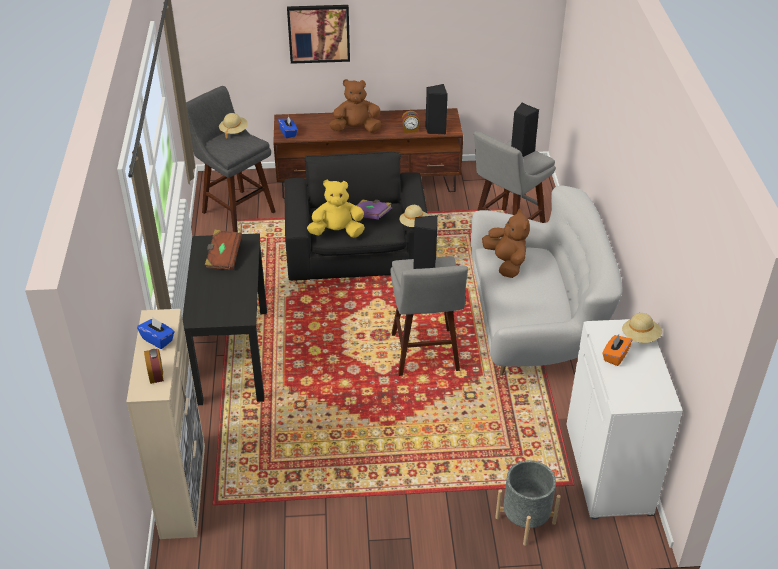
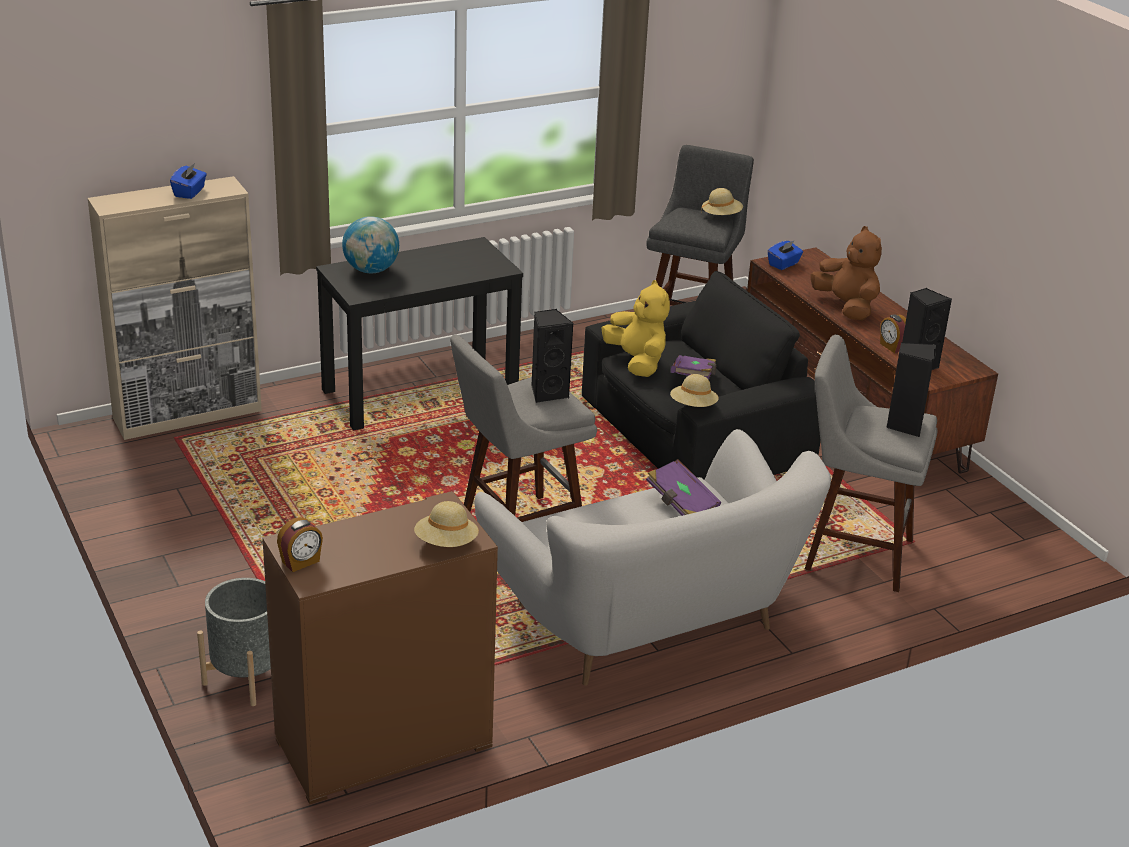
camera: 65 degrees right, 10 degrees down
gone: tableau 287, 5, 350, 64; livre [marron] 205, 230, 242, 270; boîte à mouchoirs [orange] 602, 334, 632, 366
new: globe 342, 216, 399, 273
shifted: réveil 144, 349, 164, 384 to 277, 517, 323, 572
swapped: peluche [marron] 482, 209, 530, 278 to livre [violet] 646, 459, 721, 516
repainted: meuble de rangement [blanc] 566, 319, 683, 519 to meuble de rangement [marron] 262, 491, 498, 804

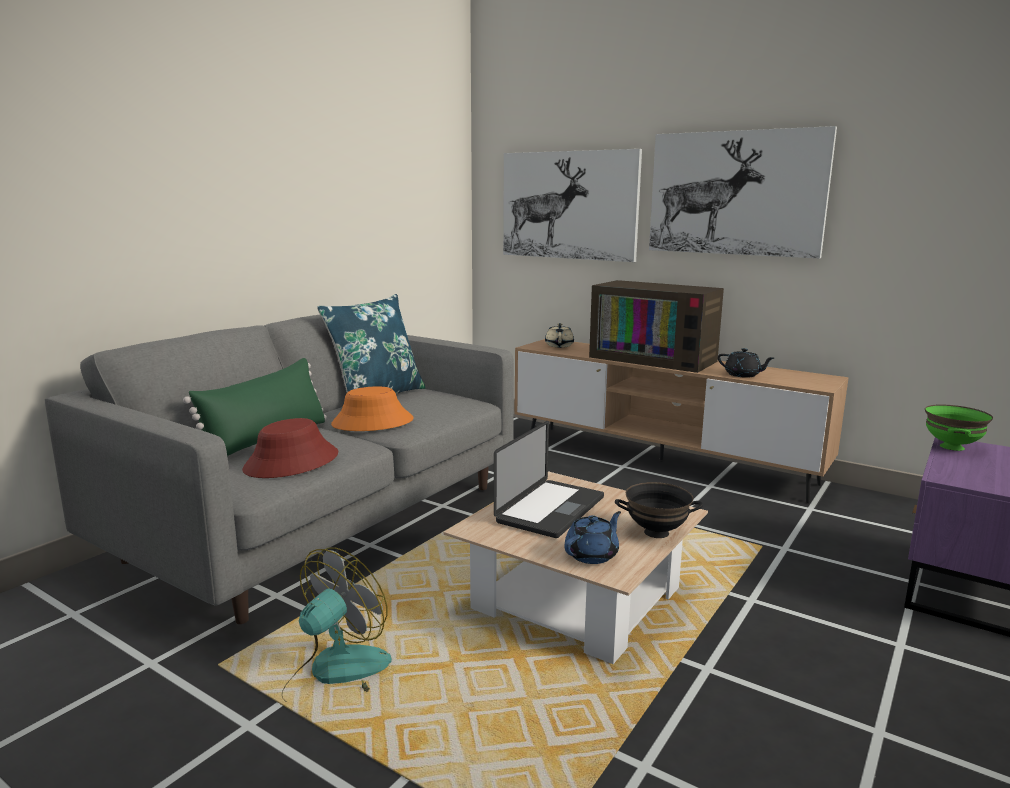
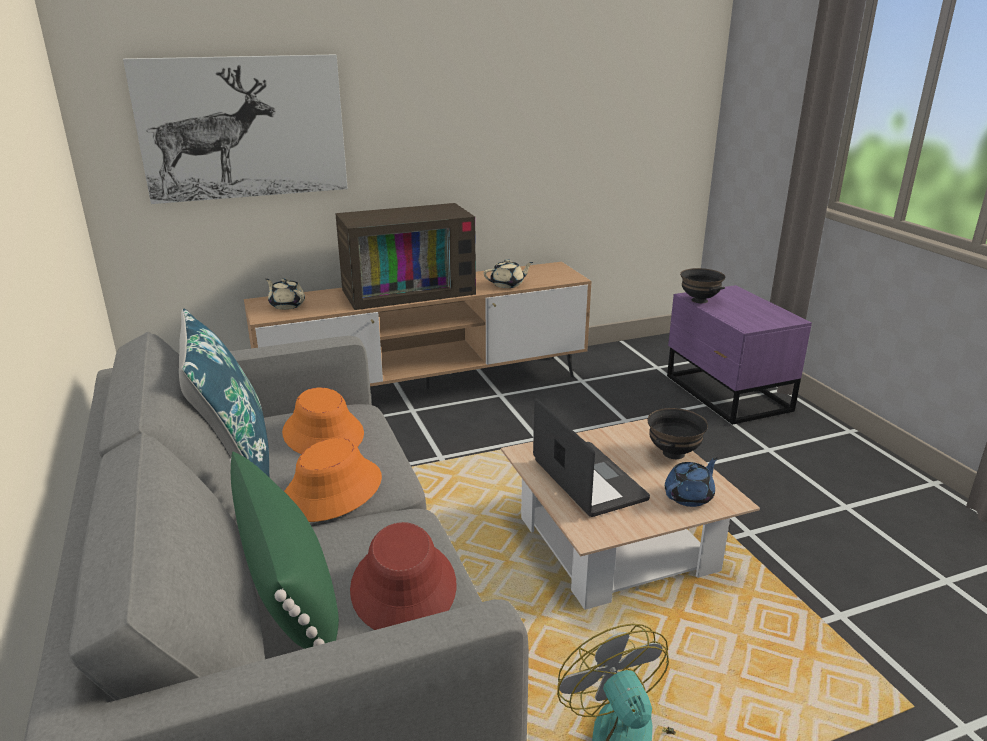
camera: 55 degrees left, 10 degrees up
gone: tableau 649, 126, 837, 258
new: chapeau [orange] 282, 387, 364, 454
repainted: théière [noir] 718, 348, 774, 378 to théière [beige] 484, 259, 533, 288; bol [vert] 925, 405, 993, 451 to bol [noir] 680, 268, 725, 303
rotated: théière [bleu] 564, 511, 621, 564 = 665, 457, 718, 507 60 degrees clockwise

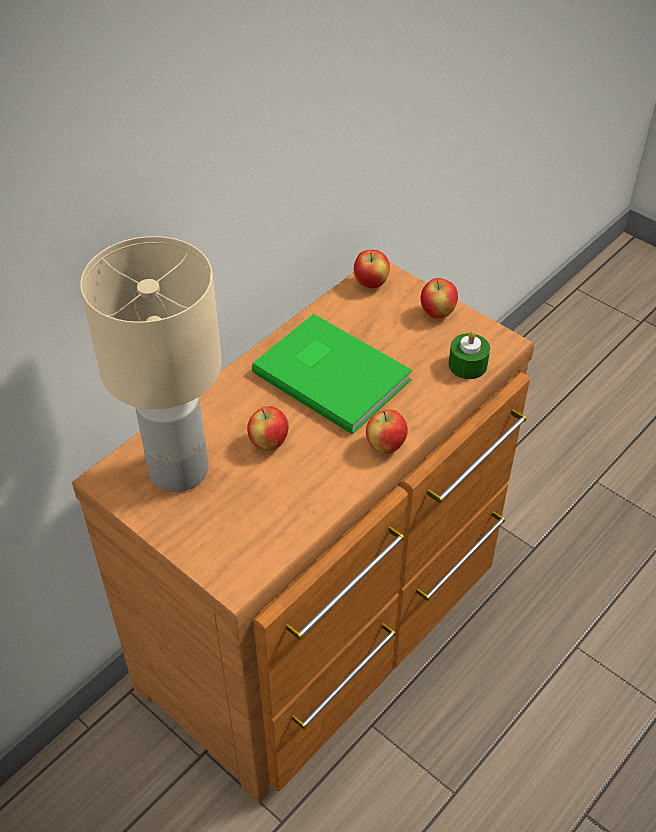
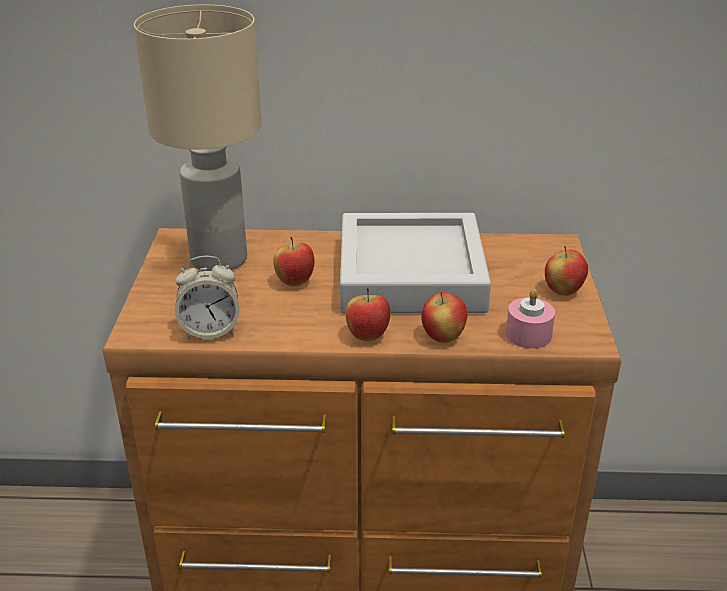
camera: 50 degrees right, 15 degrees down
new: réveil 175, 256, 239, 339
shifted: pomme 354, 250, 390, 289 to 421, 292, 467, 343
swapped: livre [vert] 252, 314, 412, 434 to plateau [gris] 340, 213, 491, 313
repainted: bougie [vert] 449, 331, 490, 379 to bougie [rose] 506, 289, 555, 349

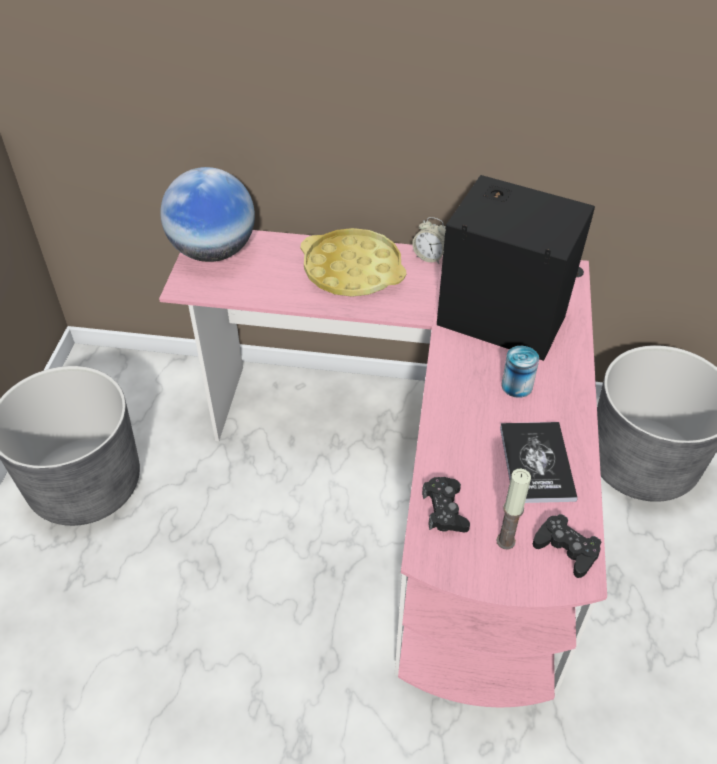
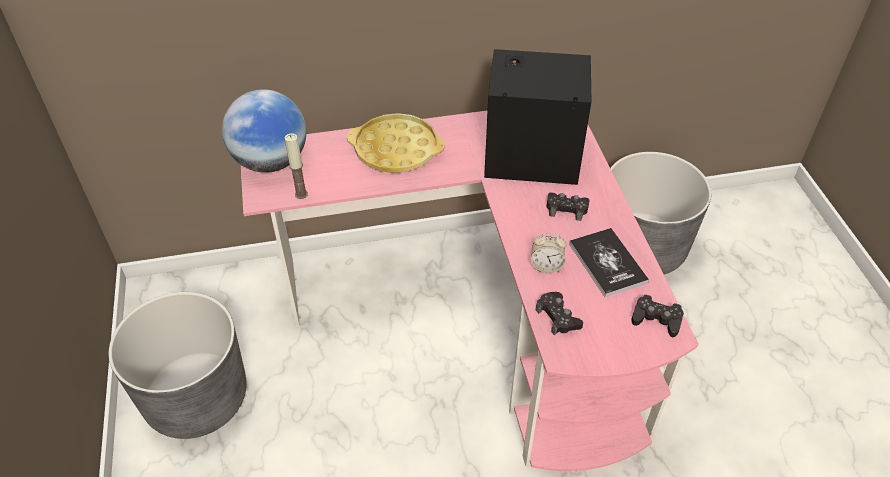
camera: 20 degrees left, 0 degrees up
shifted: réveil 412, 217, 446, 264 to 531, 232, 566, 273; bougie 496, 469, 531, 550 to 285, 133, 308, 199
swapped: boîte métallique 501, 346, 539, 398 to manette [noir] 546, 192, 590, 221

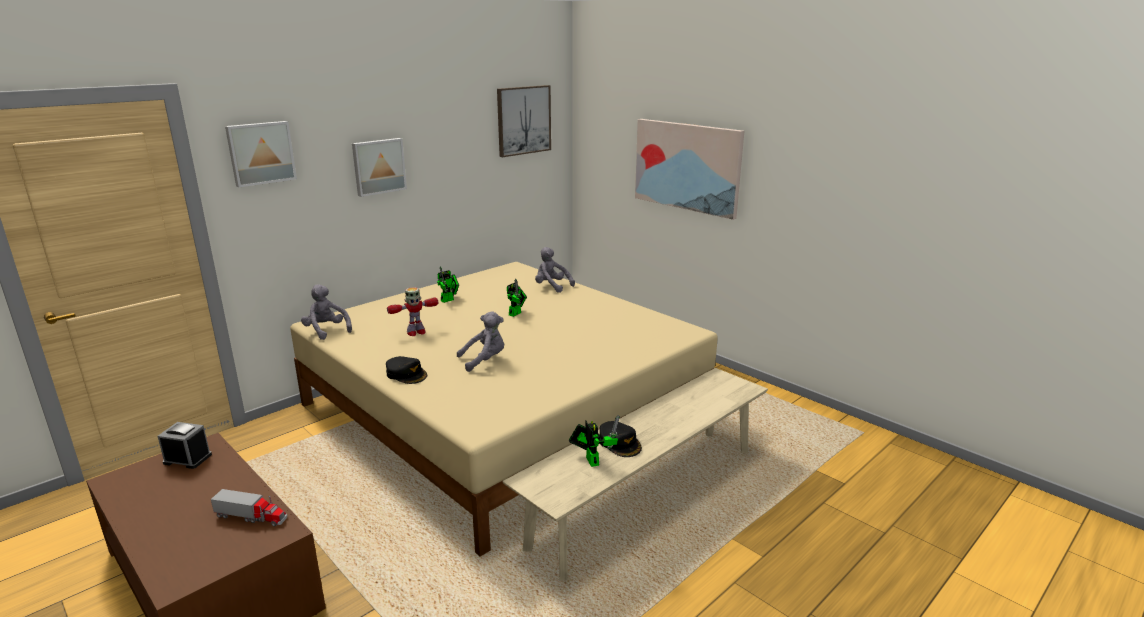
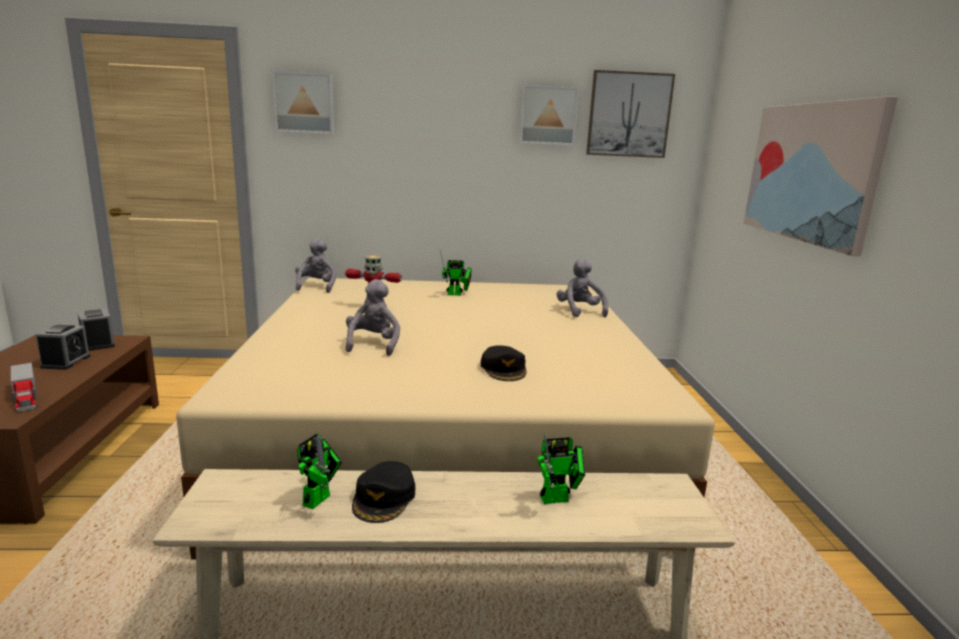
camera: 40 degrees right, 5 degrees down
new: réveil 36, 325, 91, 370
shifted: tableau 352, 138, 407, 197 to 519, 85, 579, 146; robot jouet 507, 279, 527, 317 to 538, 433, 585, 504; casquette [noir] 386, 356, 427, 384 to 481, 345, 526, 381
rotated: peluche [gris] 457, 311, 504, 372 = 346, 279, 400, 356 105 degrees counterclockwise

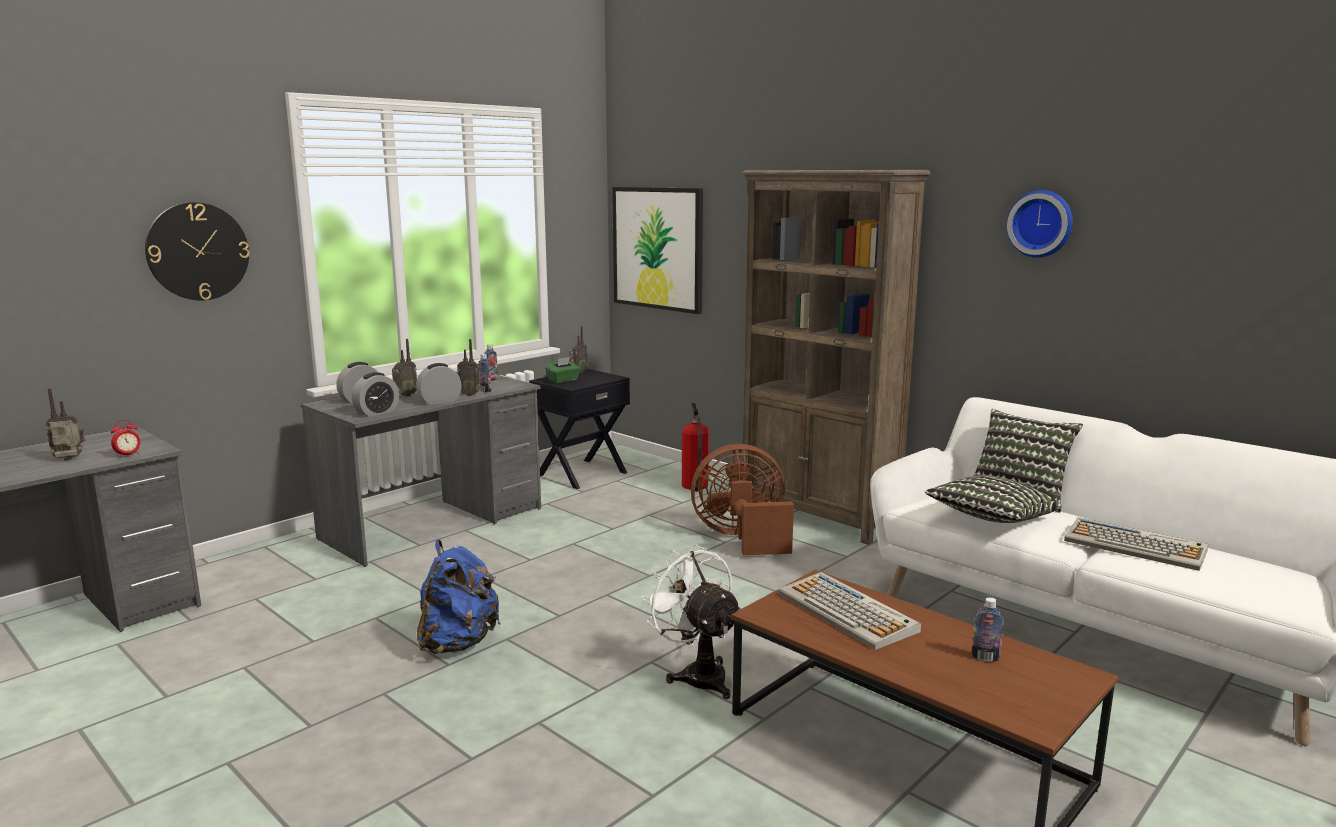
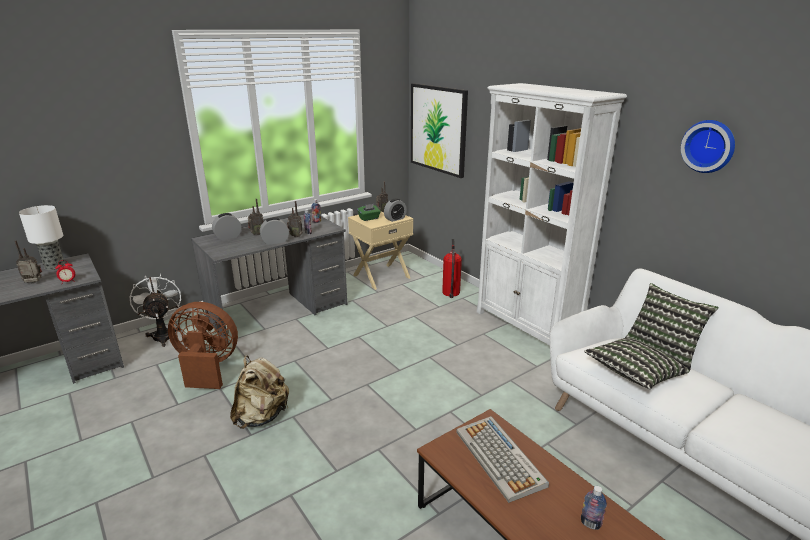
camera: 10 degrees right, 10 degrees up
gone: horloge murale 145, 202, 250, 301; clavier 1064, 517, 1208, 571
new: lampe de table 19, 205, 65, 270
shifted: réveil 352, 372, 399, 417 to 384, 198, 407, 222; ventilateur [marron] 691, 444, 794, 556 to 168, 302, 238, 389; ventilateur [blanc] 641, 544, 741, 699 to 129, 274, 181, 347
repainted: bibliothèque [marron] 742, 170, 930, 545 to bibliothèque [blanc] 477, 83, 627, 345; table de chevet [noir] 529, 369, 630, 489 to table de chevet [beige] 348, 212, 413, 290; sac à dos [bleu] 417, 540, 500, 654 to sac à dos [beige] 230, 355, 289, 429

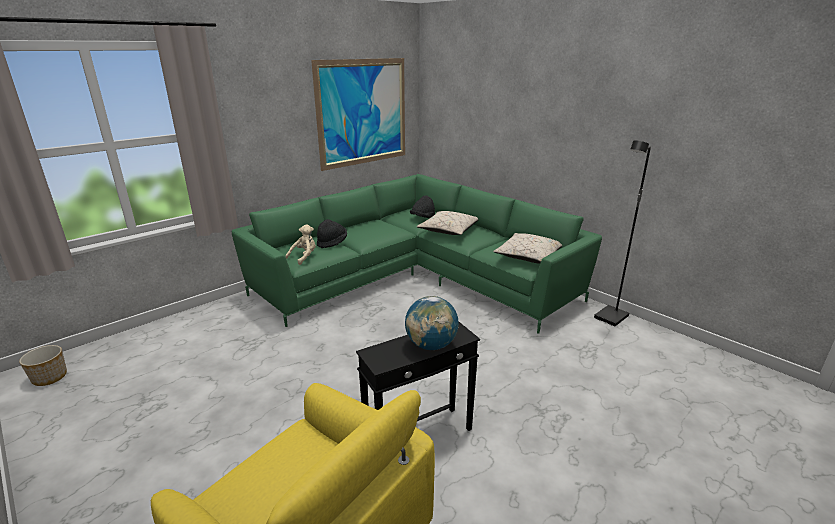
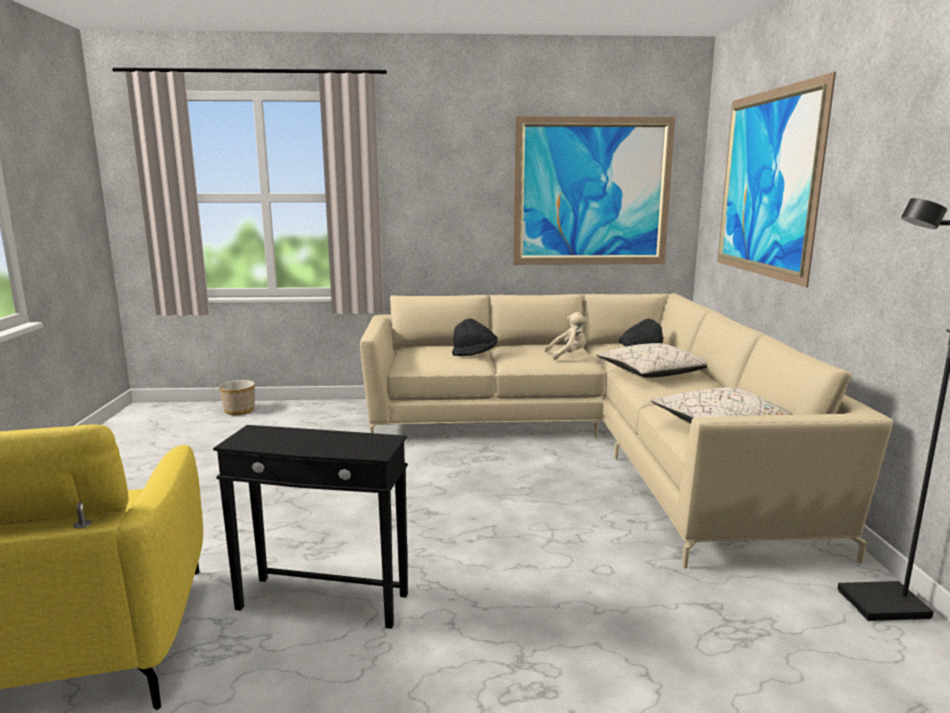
camera: 40 degrees right, 10 degrees down
gone: globe 405, 296, 459, 350
new: tableau 717, 72, 836, 287
shifted: peluche [beige] 285, 224, 316, 265 to 544, 312, 587, 360; cache-pot 19, 345, 67, 386 to 219, 380, 255, 415
repainted: canapé [vert] 232, 174, 602, 333 to canapé [beige] 360, 293, 893, 568

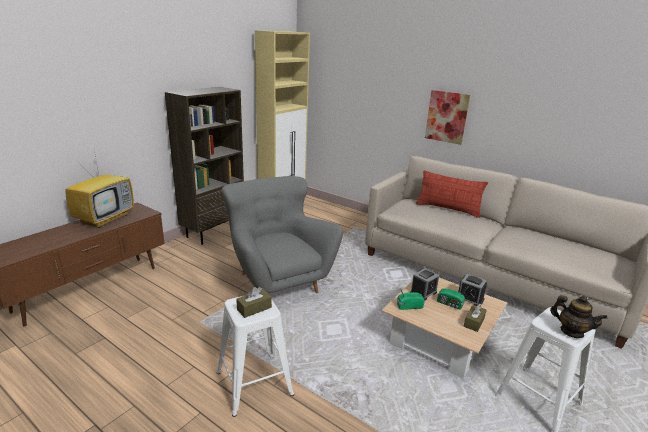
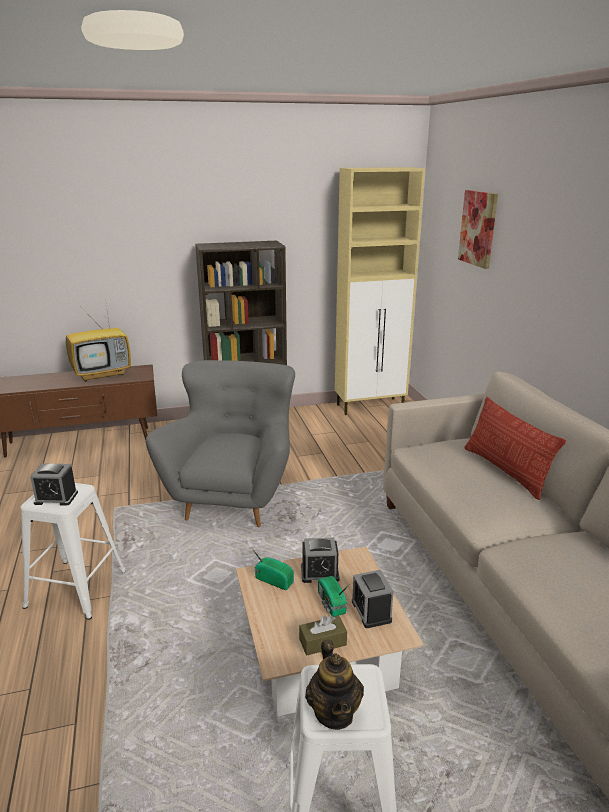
camera: 40 degrees right, 0 degrees up
shifted: tableau 425, 90, 470, 145 to 458, 190, 498, 269
swapped: boîte à mouchoirs [marron] 236, 287, 272, 318 to réveil 30, 463, 78, 506

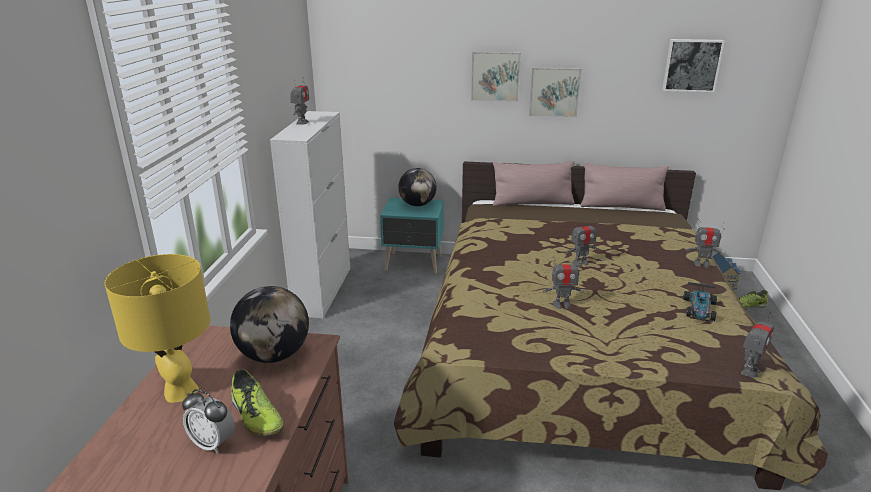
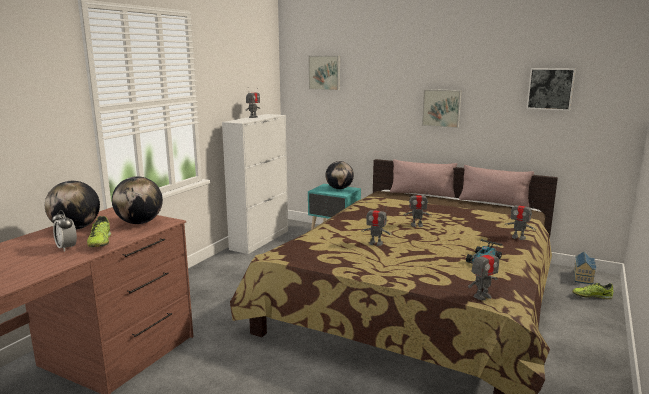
camera: 20 degrees right, 10 degrees down
shifted: tableau 471, 51, 521, 102 to 308, 56, 340, 90
swapped: lampe de table [jaune] 105, 254, 210, 403 to globe 45, 181, 100, 230

